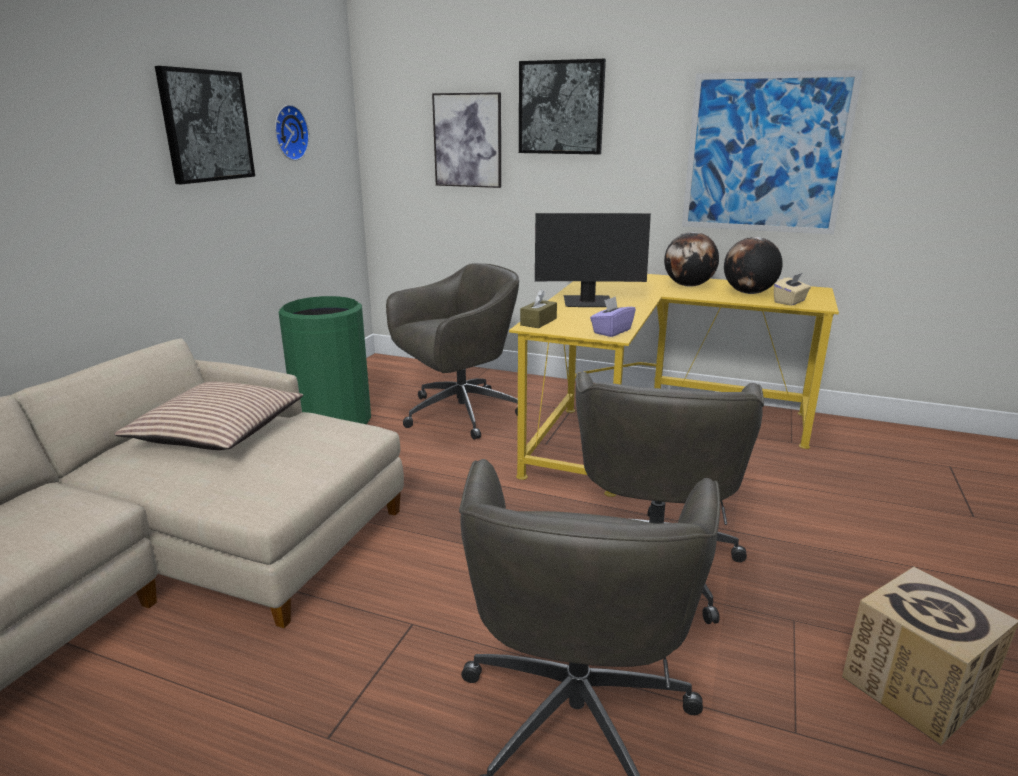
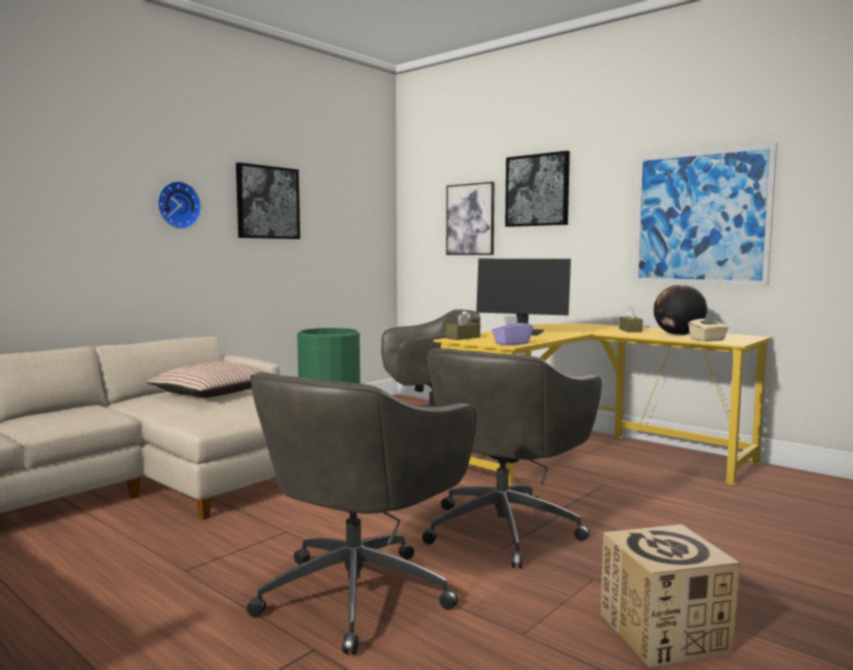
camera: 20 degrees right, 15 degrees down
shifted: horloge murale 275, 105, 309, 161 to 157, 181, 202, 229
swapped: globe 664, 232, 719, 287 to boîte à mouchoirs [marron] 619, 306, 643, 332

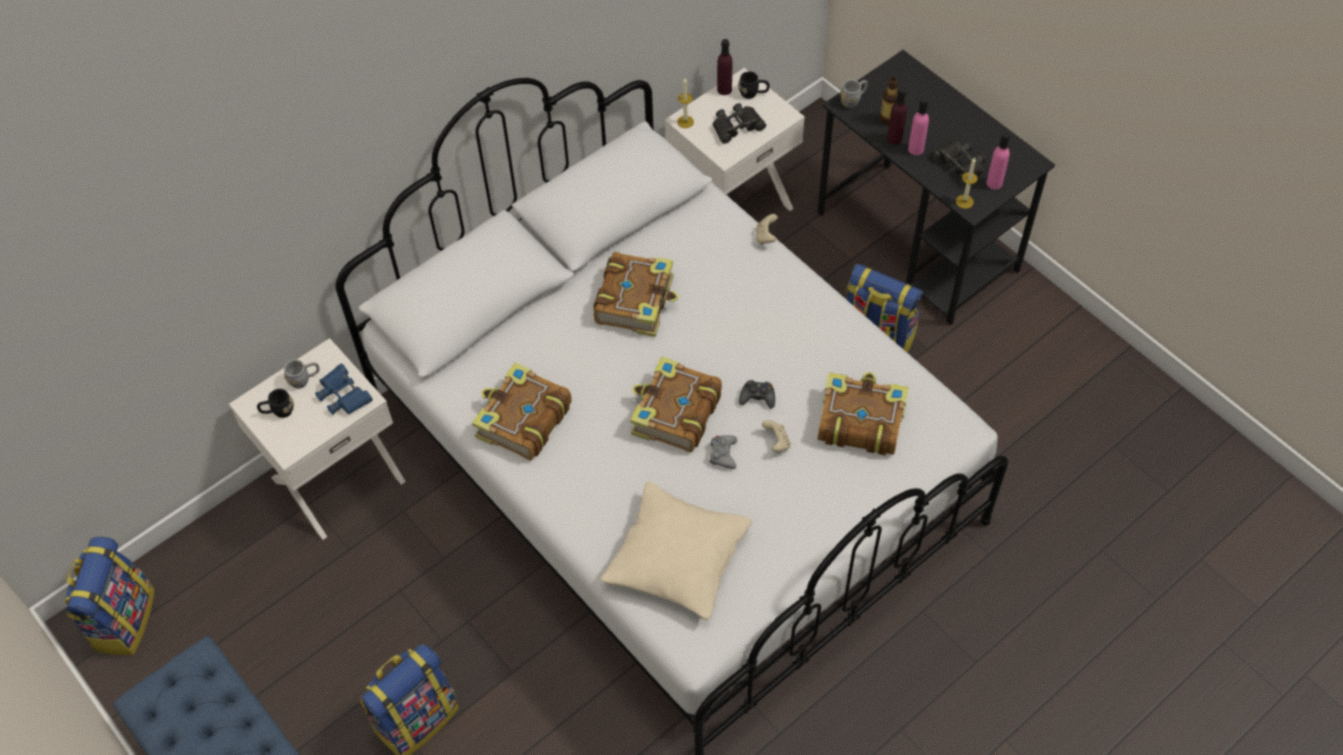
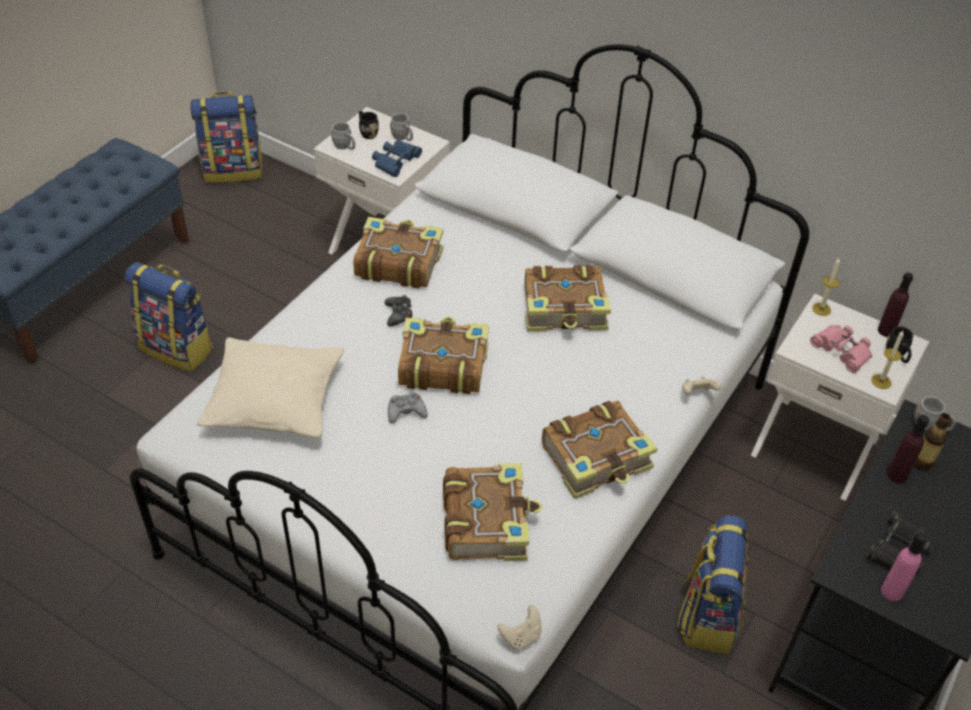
camera: 70 degrees right, 10 degrees down
gone: bouteille [rose] 908, 98, 929, 155
new: mug [gris] 331, 122, 355, 150; livre 542, 401, 658, 499
shifted: bougie 956, 157, 978, 209 to 871, 331, 904, 389; manette [noir] 739, 380, 775, 409 to 385, 295, 412, 326; manette [beige] 762, 420, 791, 452 to 498, 605, 542, 649
repainted: jumelles [noir] 712, 103, 766, 144 to jumelles [rose] 810, 325, 872, 373

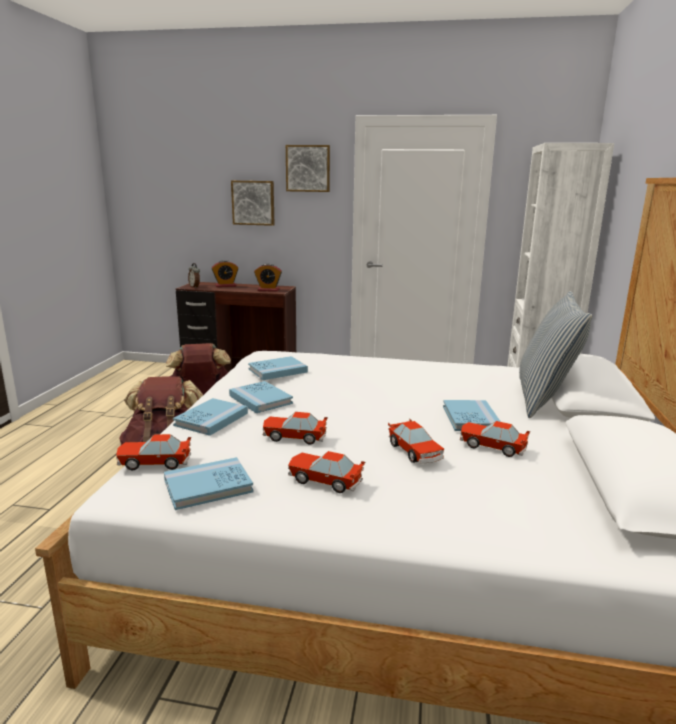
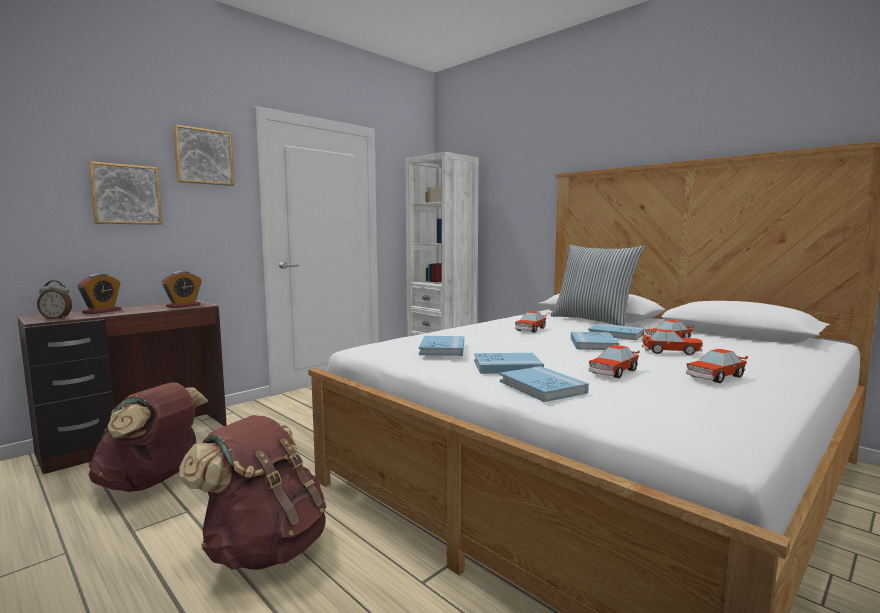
camera: 55 degrees left, 10 degrees down
shifted: petite voiture 116, 434, 191, 470 to 515, 311, 547, 332; livre [bleu] 164, 457, 254, 510 to 571, 332, 619, 350

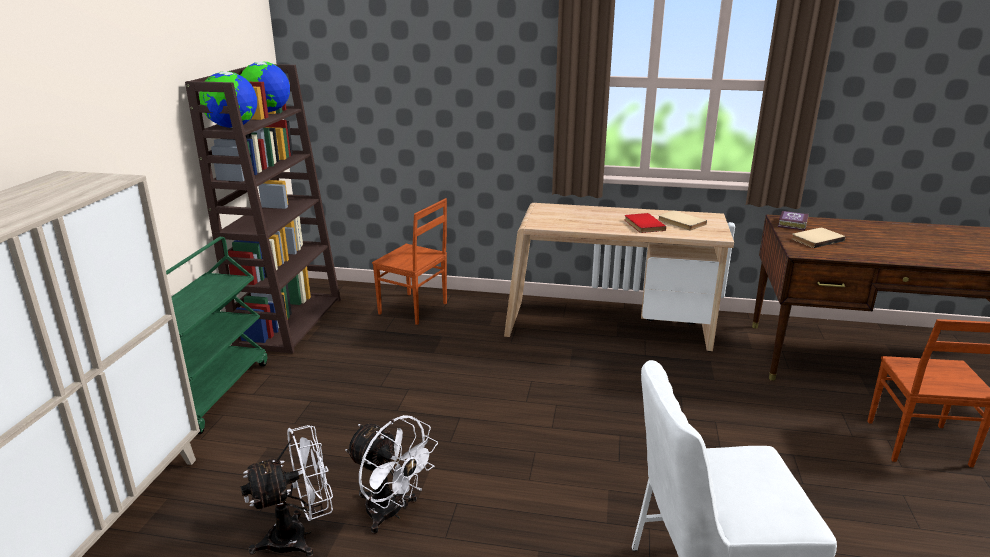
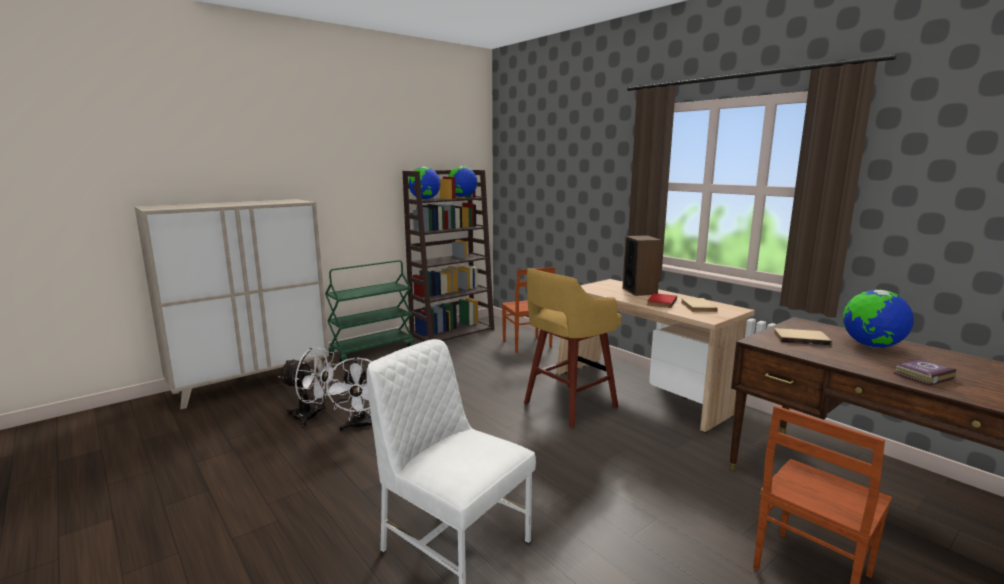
camera: 40 degrees right, 10 degrees down
new: enceinte 623, 235, 662, 296; tabouret [jaune] 524, 268, 622, 428; globe 843, 290, 914, 348
shifted: livre 778, 211, 808, 231 to 893, 359, 956, 386

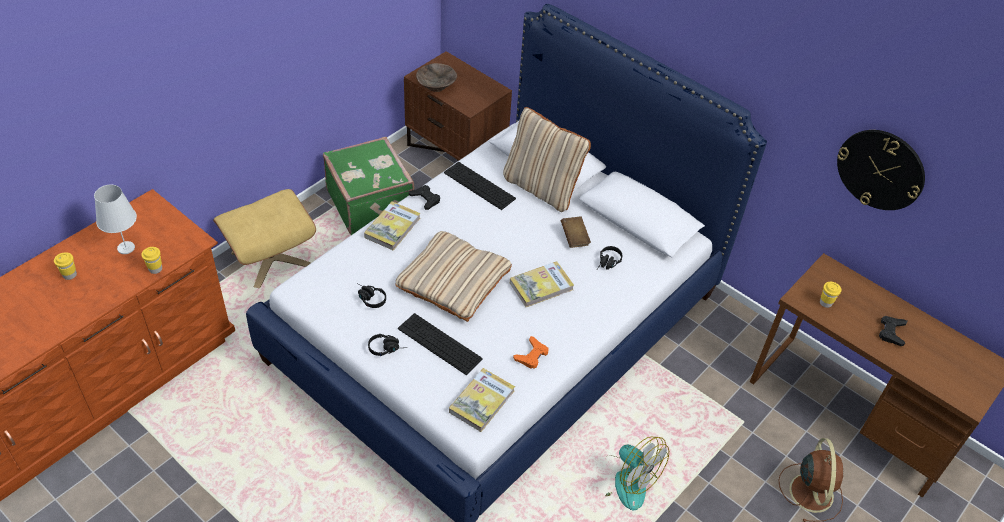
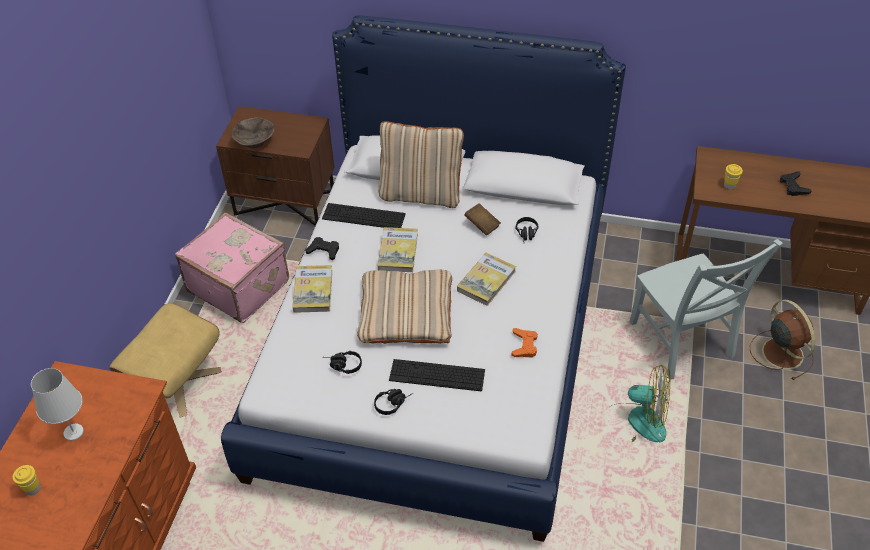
camera: 25 degrees left, 0 degrees up
gone: horloge murale 837, 130, 925, 210; tasse [jaune] 141, 247, 162, 274
new: chaise [gris] 630, 239, 783, 380
shifted: livre 449, 368, 515, 432 to 378, 227, 418, 272
repainted: valise [vert] 323, 137, 414, 235 to valise [rose] 175, 212, 289, 323

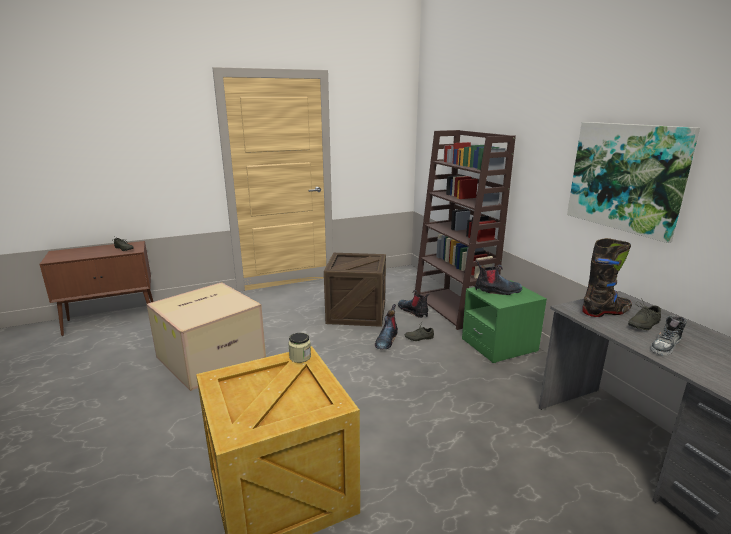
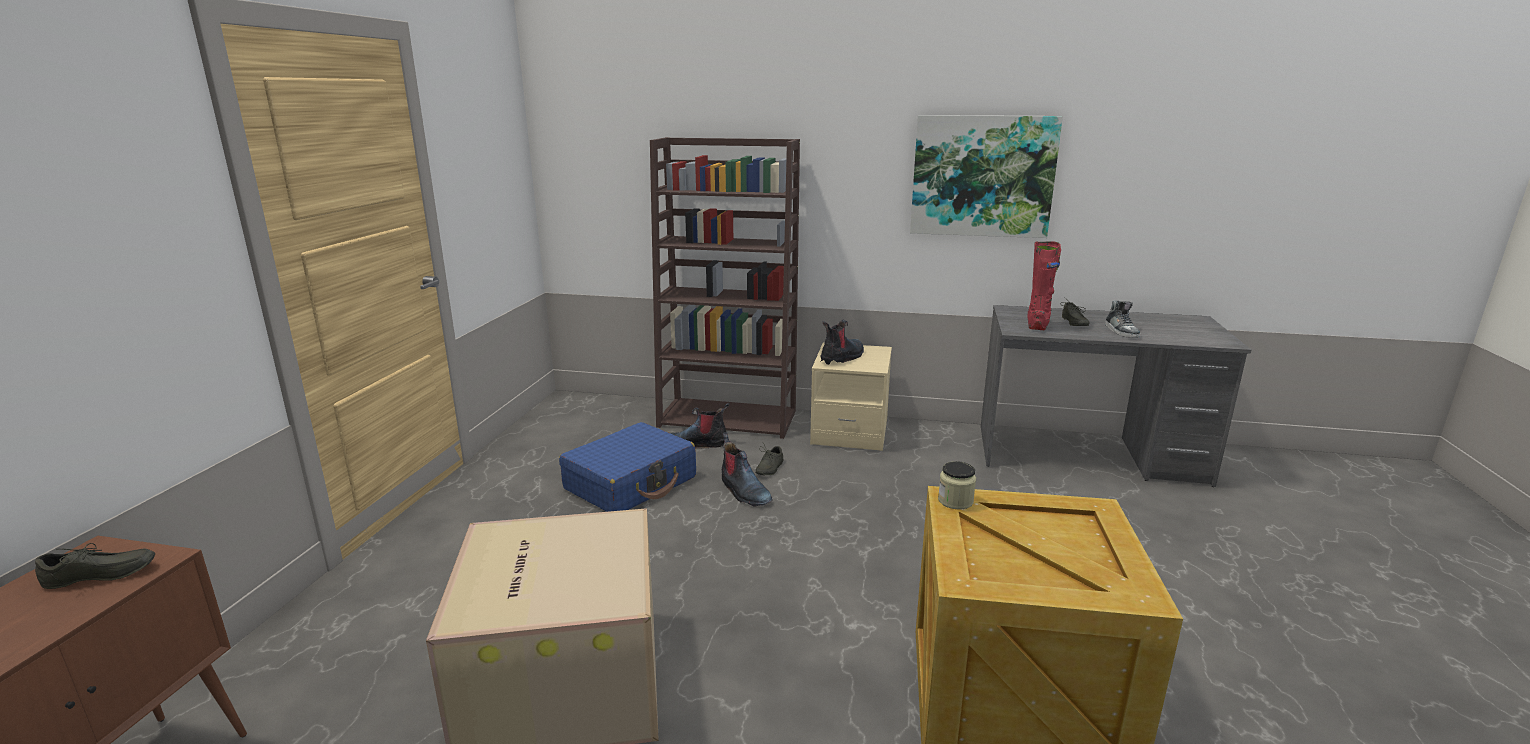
camera: 55 degrees left, 0 degrees up
swapped: caisse 324, 253, 386, 327 to valise [bleu] 559, 422, 696, 512
repainted: botte [noir] 582, 238, 632, 317 to botte [rouge] 1027, 241, 1061, 330; table de chevet [vert] 462, 280, 547, 363 to table de chevet [beige] 810, 343, 892, 451

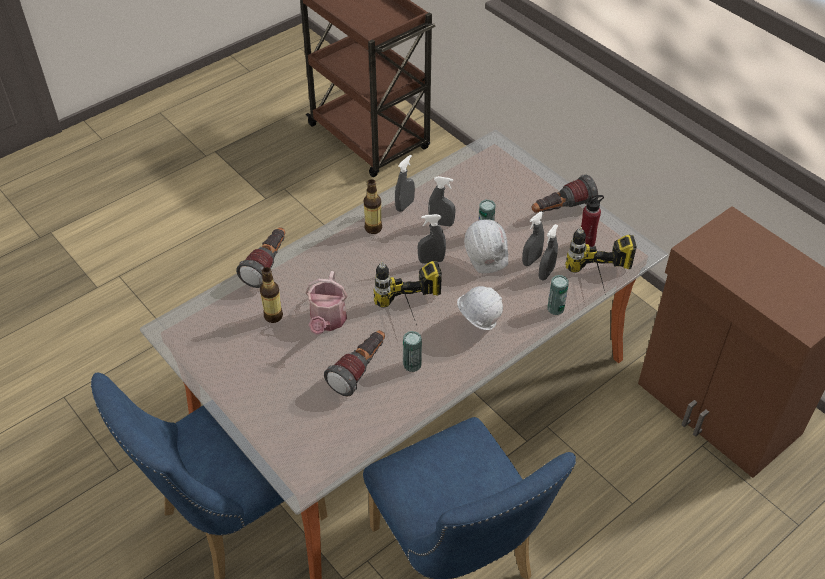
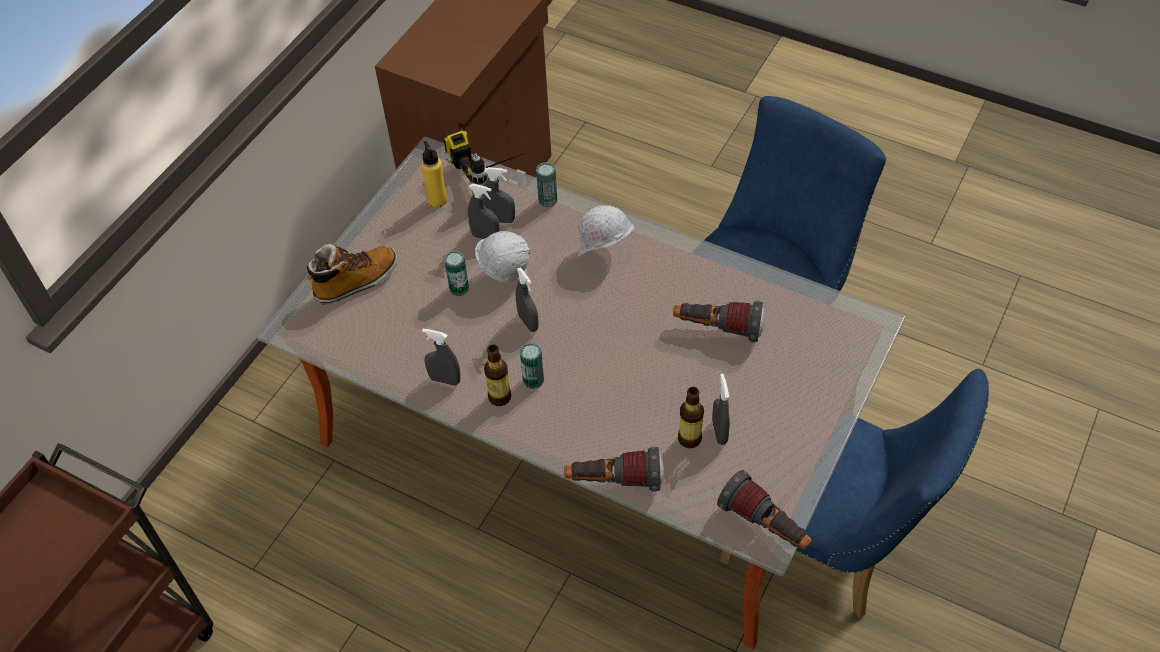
camera: 110 degrees left, 5 degrees up
gone: perceuse 373, 261, 442, 325; arrosoir 305, 271, 348, 335
new: botte 306, 243, 397, 304
shifted: lampe de poche 531, 175, 598, 213 to 717, 470, 812, 549; vaporisateur [gris] 428, 176, 456, 226 to 712, 374, 730, 445; boîte métallique 403, 331, 422, 372 to 520, 343, 544, 389
repainted: bouteille [rouge] 581, 195, 604, 247 to bouteille [jaune] 421, 141, 447, 207

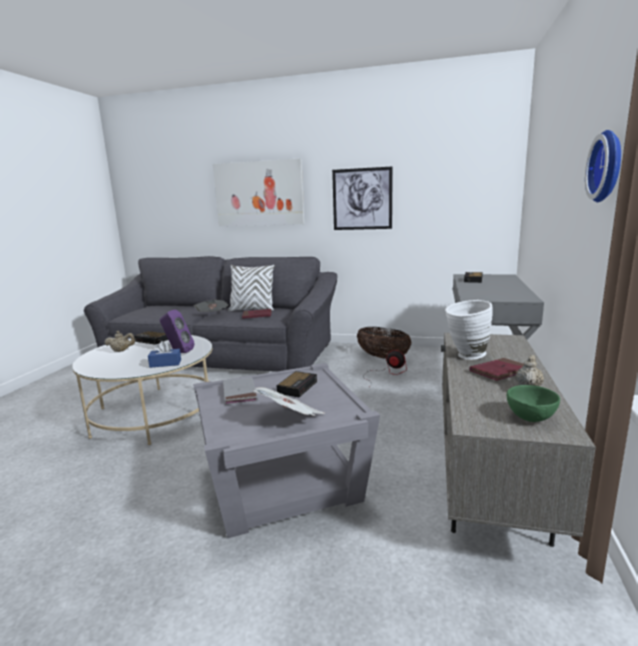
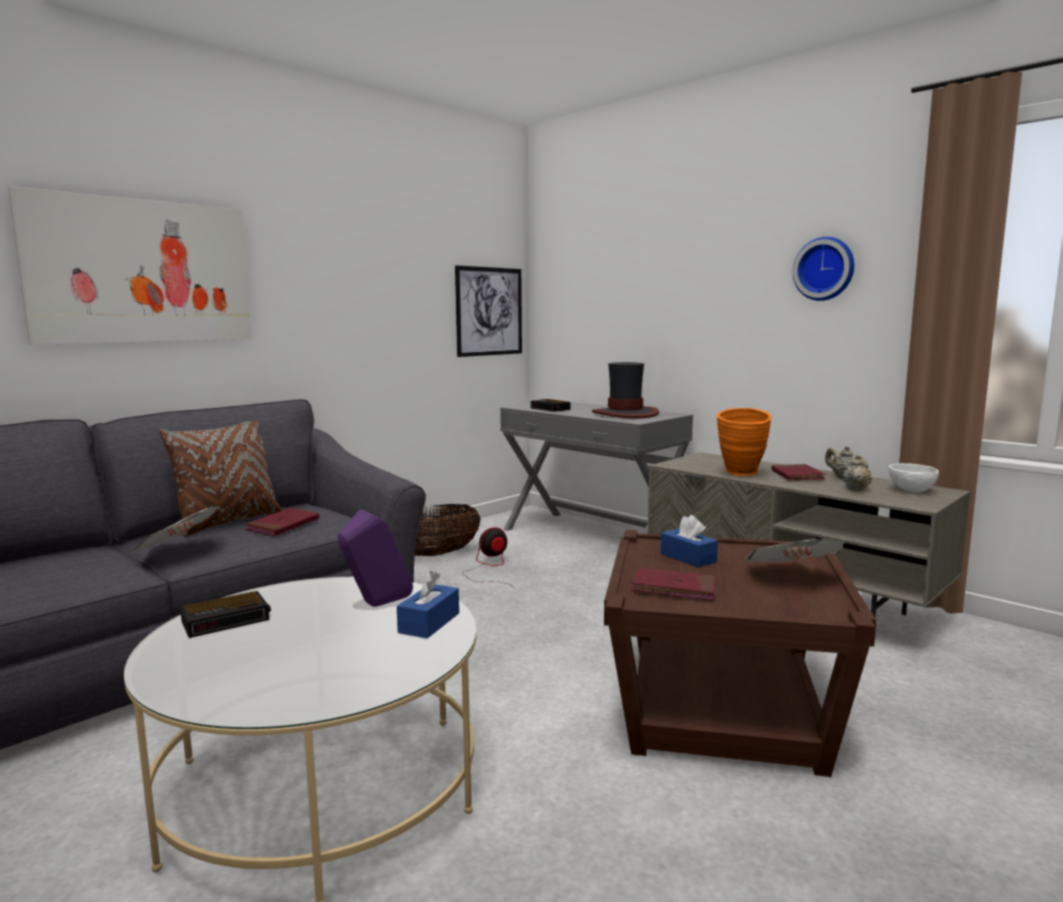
camera: 60 degrees left, 5 degrees down
new: chapeau 592, 362, 659, 418
shifted: tableau 332, 167, 393, 230 to 455, 265, 522, 357; théière [beige] 104, 331, 135, 352 to 842, 454, 872, 491
swapped: réveil 277, 371, 317, 397 to boîte à mouchoirs [bleu] 661, 515, 718, 567
repainted: coussin [blanc] 228, 265, 275, 311 to coussin [marron] 159, 419, 282, 537; vase [blanc] 445, 300, 493, 360 to vase [orange] 717, 408, 772, 476; table d'appoint [gris] 193, 363, 380, 538 to table d'appoint [marron] 604, 530, 876, 777; livre [gris] 223, 378, 258, 405 to livre [rouge] 631, 567, 716, 601; bol [vert] 507, 385, 560, 422 to bol [blanc] 888, 463, 939, 492

